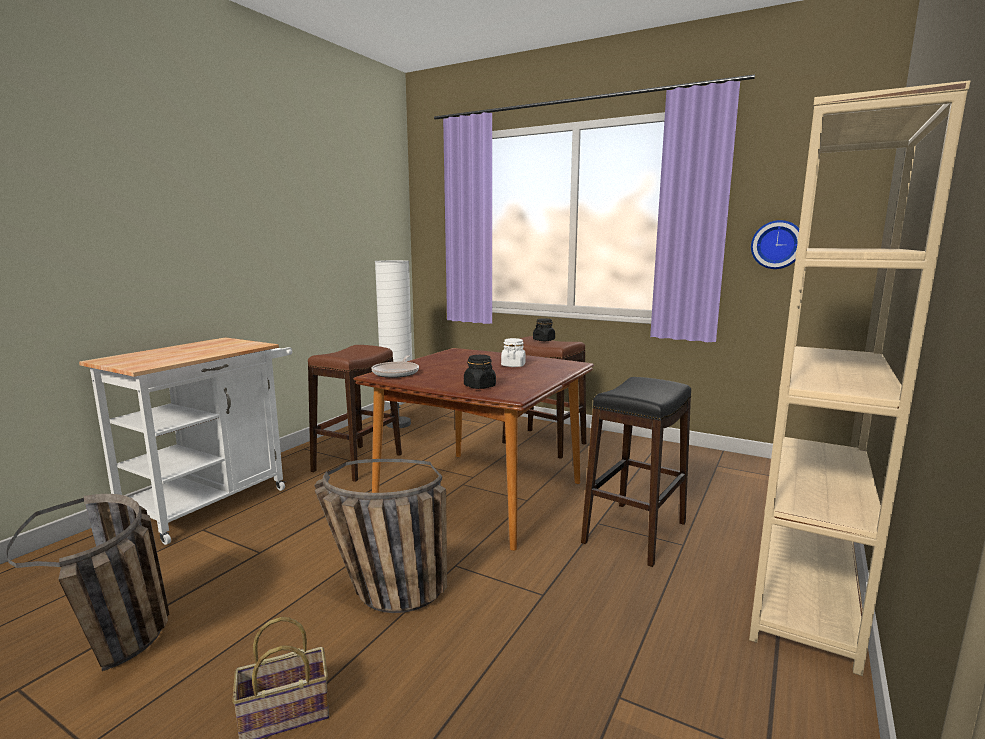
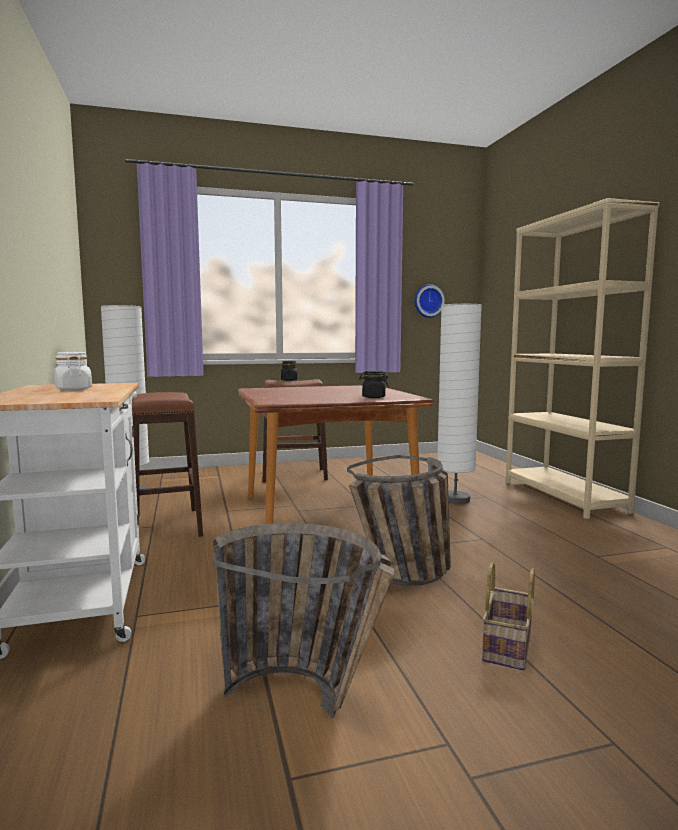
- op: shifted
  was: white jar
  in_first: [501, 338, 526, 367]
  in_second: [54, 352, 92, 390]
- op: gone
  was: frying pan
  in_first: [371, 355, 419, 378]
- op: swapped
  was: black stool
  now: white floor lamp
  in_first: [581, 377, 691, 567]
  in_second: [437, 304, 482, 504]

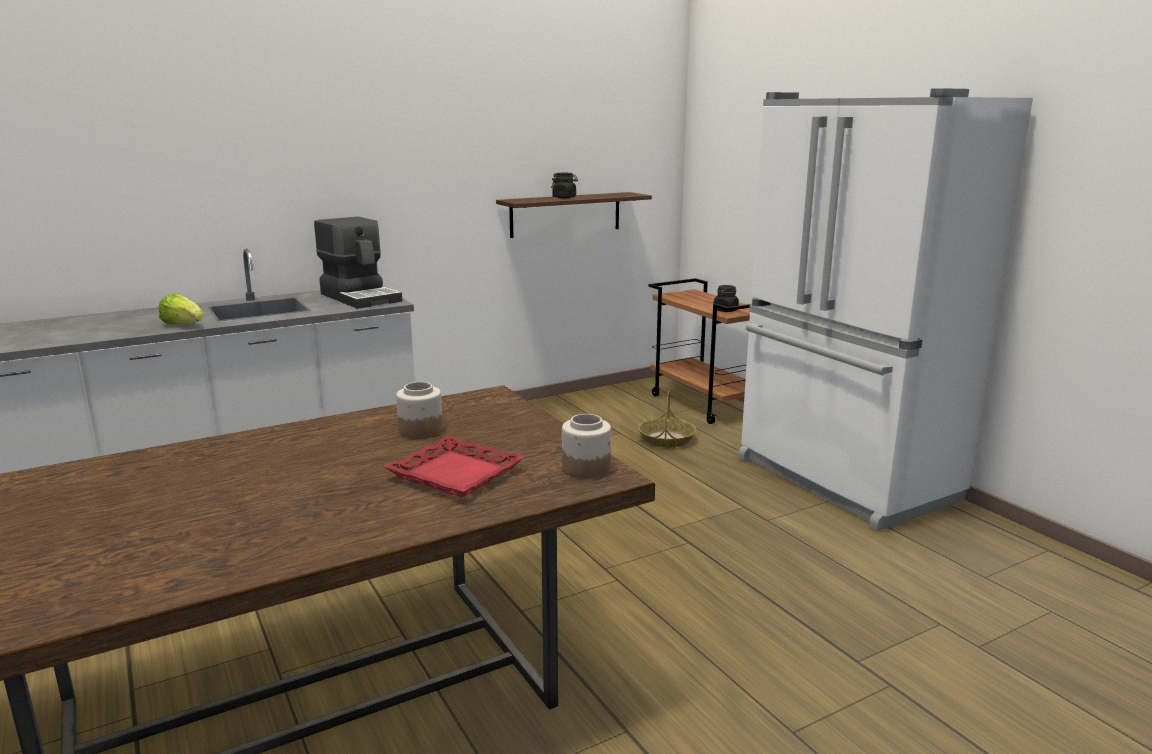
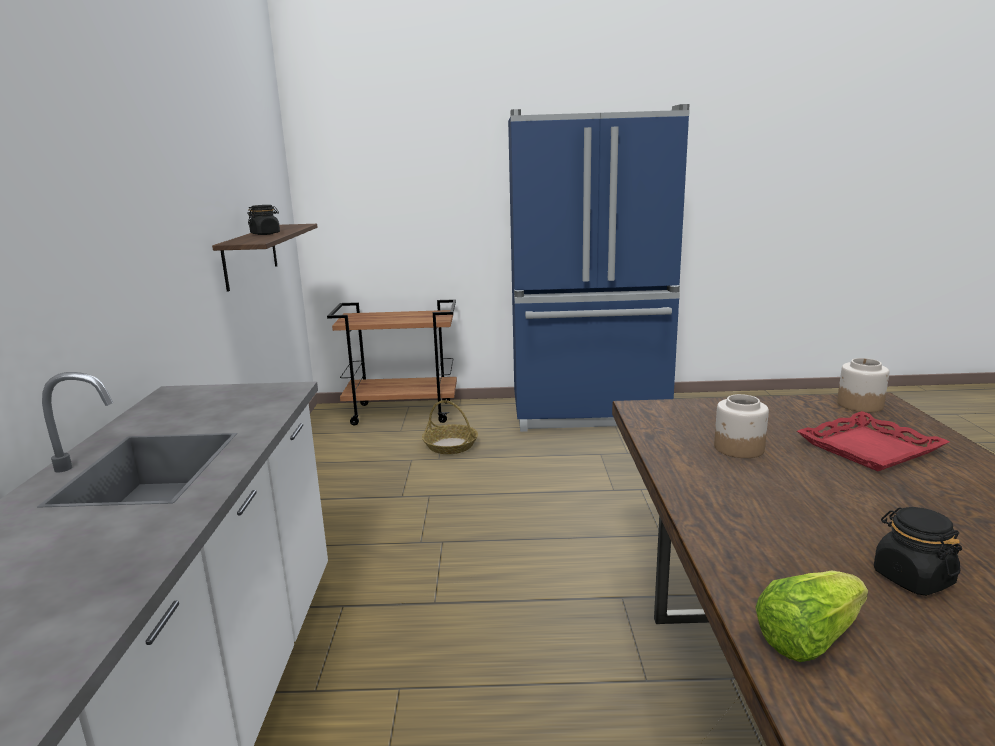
- op: repainted
  was: white fridge
  now: blue fridge
  in_first: [738, 88, 1033, 531]
  in_second: [508, 104, 690, 432]
- op: gone
  was: coffee machine
  in_first: [314, 217, 402, 309]
- op: shifted
  was: black jar
  in_first: [713, 285, 739, 312]
  in_second: [874, 507, 962, 596]
- op: shifted
  was: lettuce
  in_first: [159, 294, 204, 324]
  in_second: [755, 570, 868, 662]

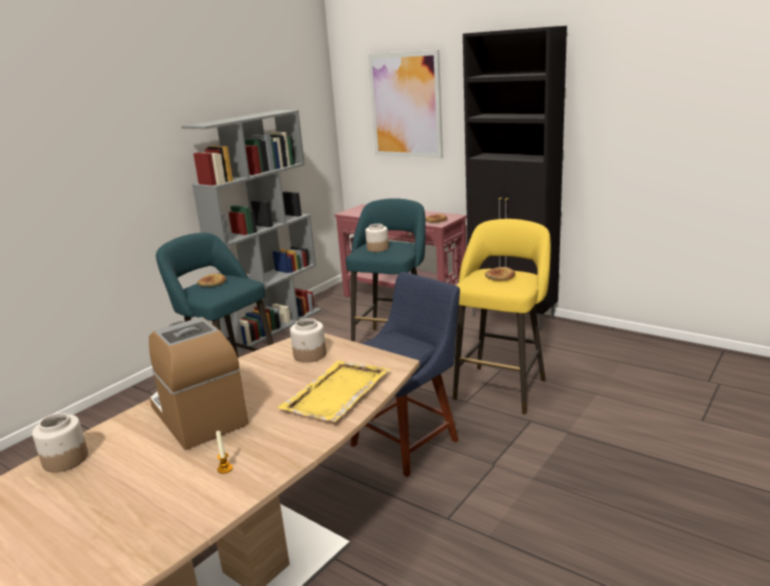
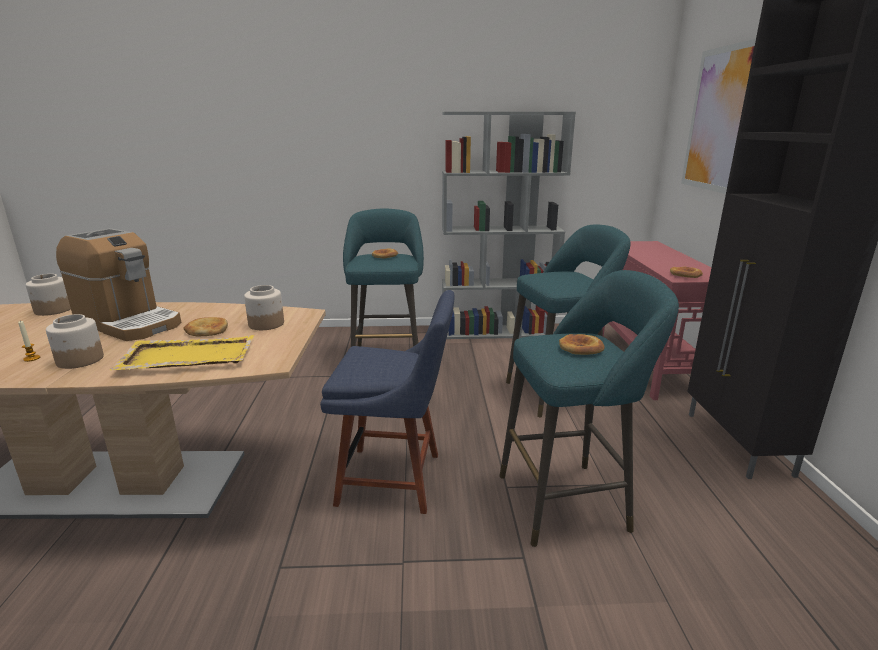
- op: repainted
  was: yellow stool
  now: turquoise stool
  in_first: [453, 219, 551, 414]
  in_second: [499, 270, 679, 547]
- op: shifted
  was: jar
  in_first: [365, 224, 389, 252]
  in_second: [46, 314, 104, 369]
- op: rotated
  was: coffee machine
  in_first: [149, 317, 248, 450]
  in_second: [56, 228, 181, 341]
  clockwise: 105
- op: new
  now: bread
  in_second: [183, 317, 228, 336]

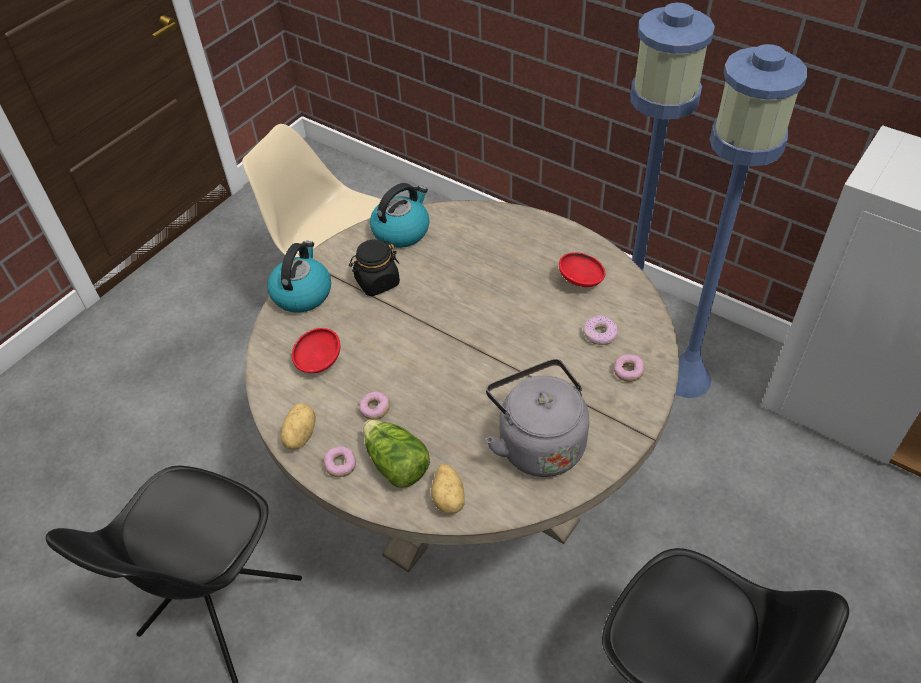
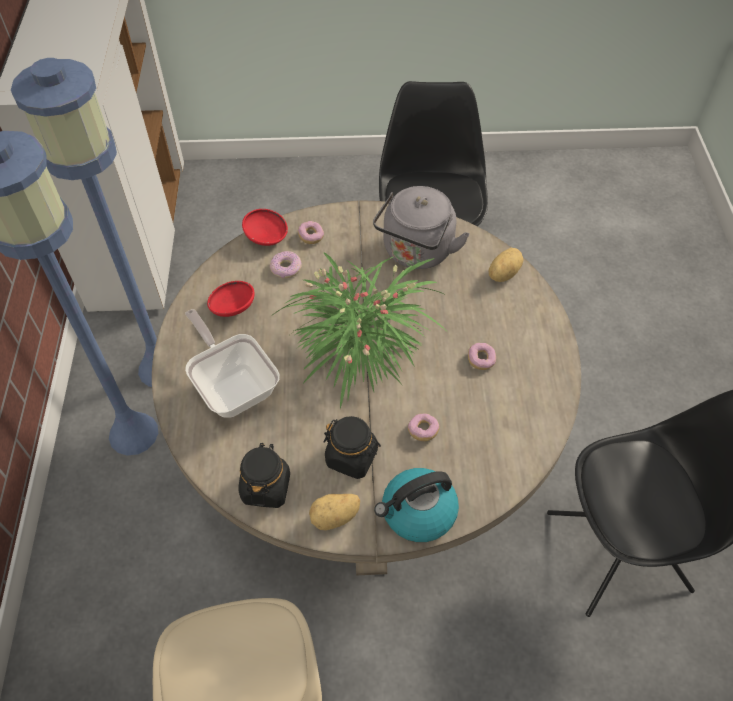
- op: swapped
  was: kettle
  now: black jar
  in_first: [370, 183, 430, 248]
  in_second: [239, 443, 290, 508]
- op: shifted
  was: red bowl
  in_first: [292, 328, 340, 373]
  in_second: [242, 209, 288, 246]
- op: shifted
  was: potato
  in_first: [281, 403, 316, 450]
  in_second: [309, 494, 360, 530]
- op: gone
  was: lettuce
  in_first: [363, 420, 430, 488]
- op: shifted
  was: donut
  in_first: [324, 446, 356, 477]
  in_second: [408, 413, 439, 441]
- op: new
  now: potted plant
  in_second: [271, 252, 447, 409]
- op: new
  now: frying pan
  in_second: [185, 309, 280, 418]

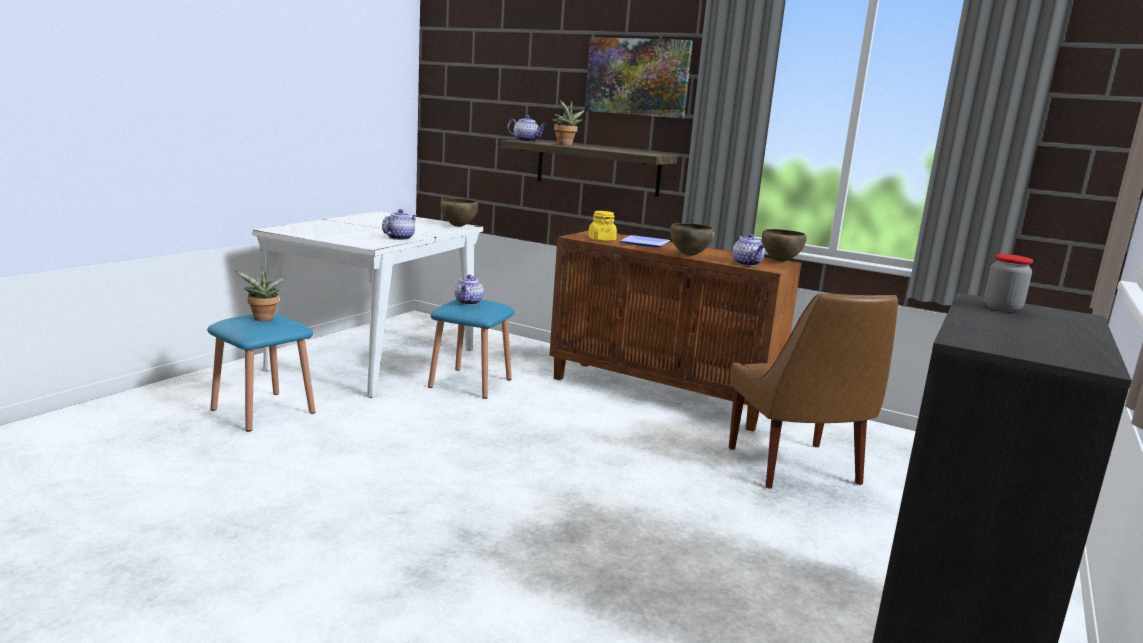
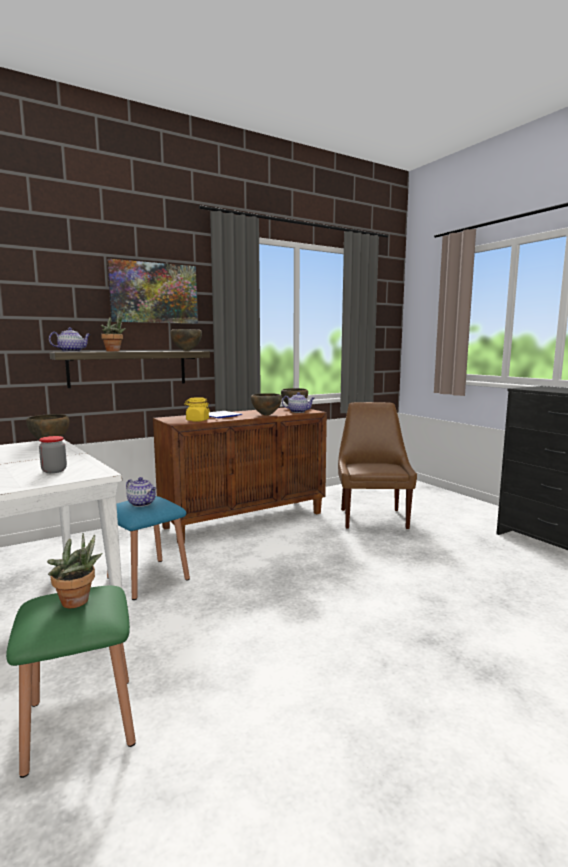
- op: gone
  was: teapot
  in_first: [382, 209, 418, 240]
- op: shifted
  was: jar
  in_first: [984, 254, 1033, 312]
  in_second: [39, 436, 67, 473]
- op: rotated
  was: brown chair
  in_first: [729, 293, 898, 489]
  in_second: [338, 402, 417, 529]
  clockwise: -105
- op: repainted
  was: blue stool
  now: green stool
  in_first: [207, 313, 315, 432]
  in_second: [6, 586, 136, 778]
- op: new
  now: brown bowl
  in_second: [170, 329, 202, 351]

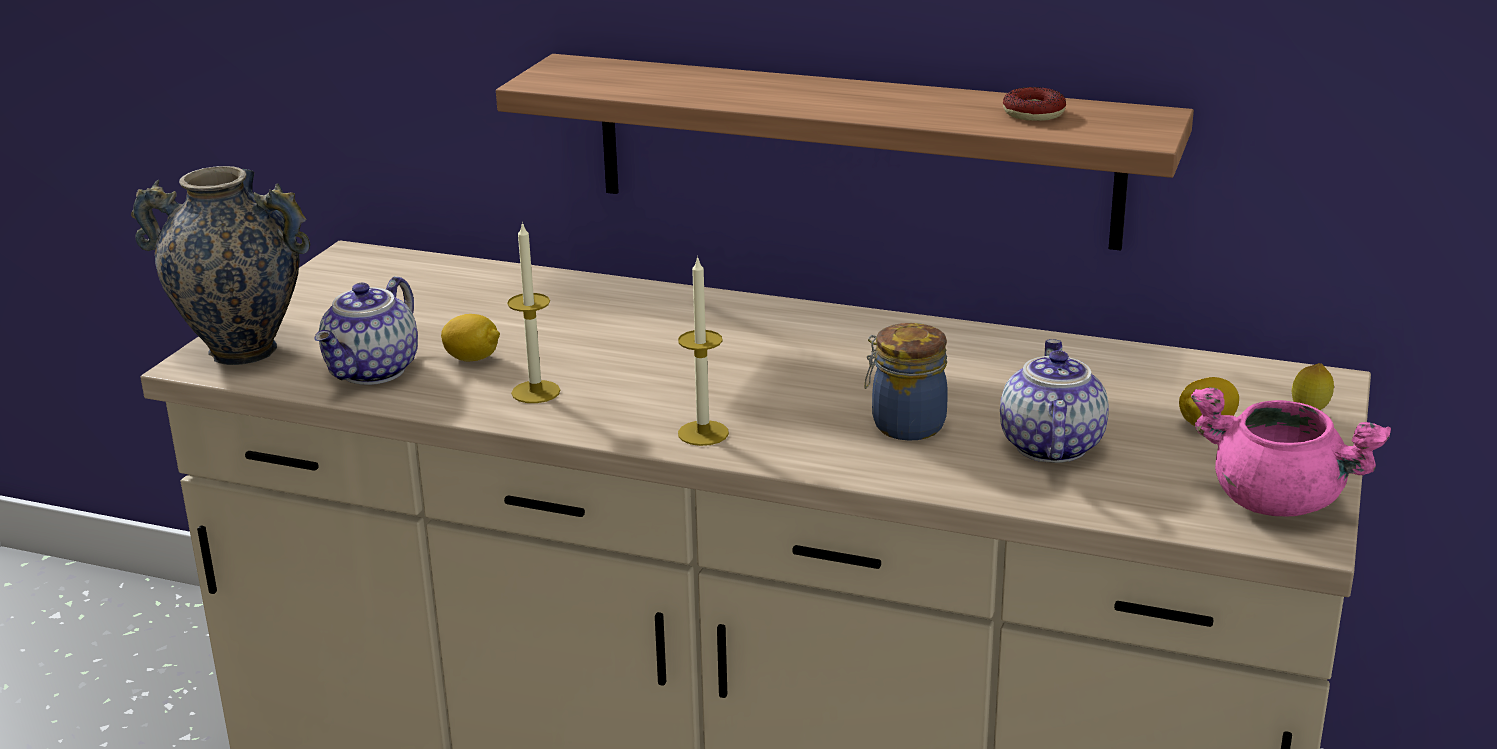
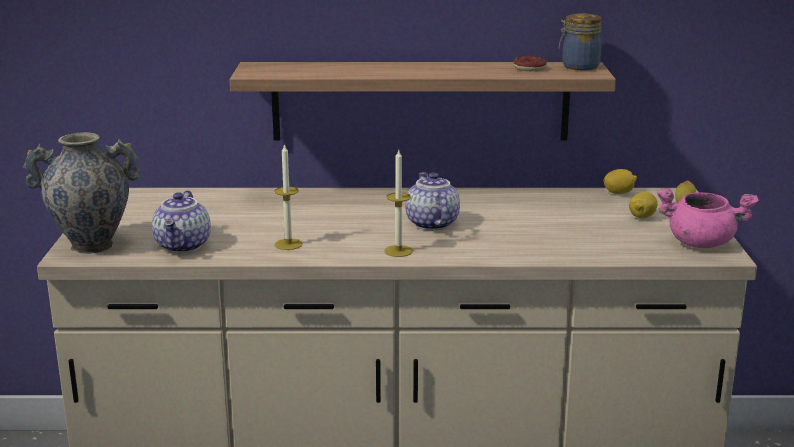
- op: shifted
  was: lemon
  in_first: [441, 314, 500, 361]
  in_second: [603, 169, 637, 194]
- op: shifted
  was: jar
  in_first: [864, 323, 948, 441]
  in_second: [559, 13, 602, 70]
- op: shifted
  was: teapot
  in_first: [1000, 339, 1109, 463]
  in_second: [405, 172, 460, 230]

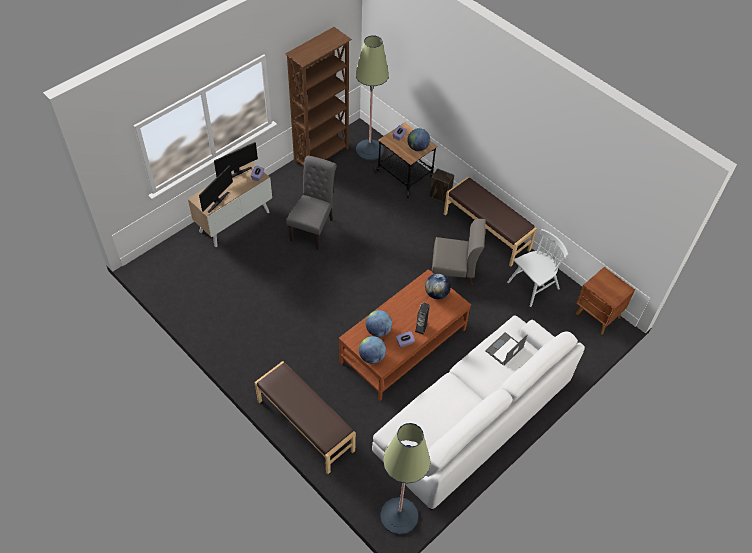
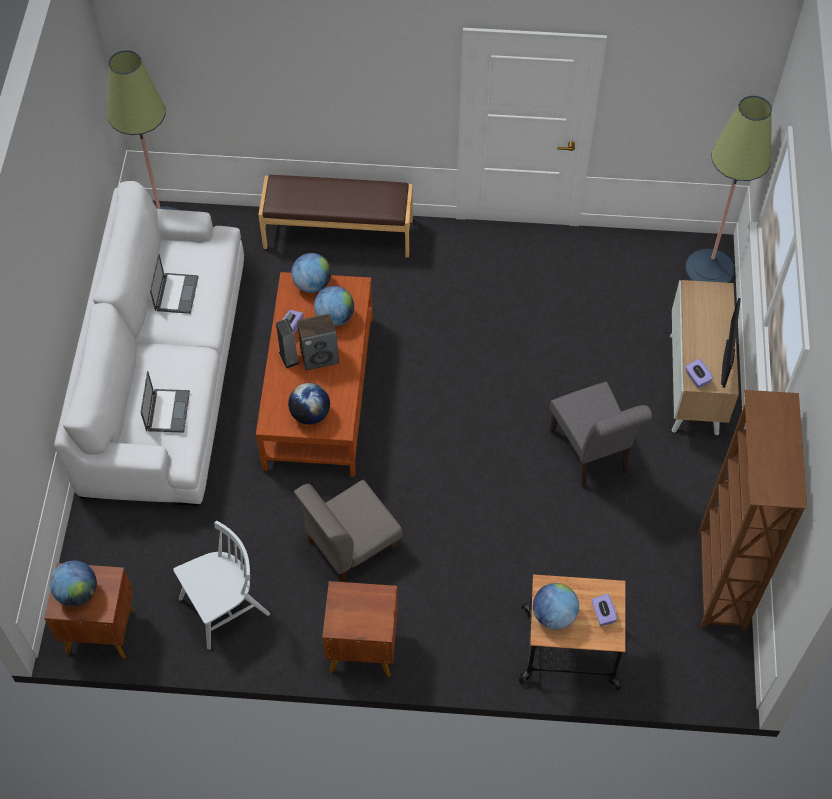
- op: shifted
  was: floor lamp
  in_first: [356, 36, 389, 160]
  in_second: [685, 96, 772, 283]
- op: gone
  was: monitor
  in_first: [199, 165, 233, 213]
- op: shifted
  was: speaker
  in_first: [429, 168, 454, 203]
  in_second: [297, 314, 339, 371]
- op: swapped
  was: brown bench
  now: brown nightstand
  in_first: [444, 177, 537, 267]
  in_second: [322, 581, 398, 677]
- op: rotated
  was: white chair
  in_first: [507, 229, 568, 307]
  in_second: [173, 521, 270, 650]
  clockwise: -135
- op: new
  now: laptop
  in_second: [150, 254, 199, 314]
- op: new
  now: globe
  in_second: [50, 561, 97, 607]

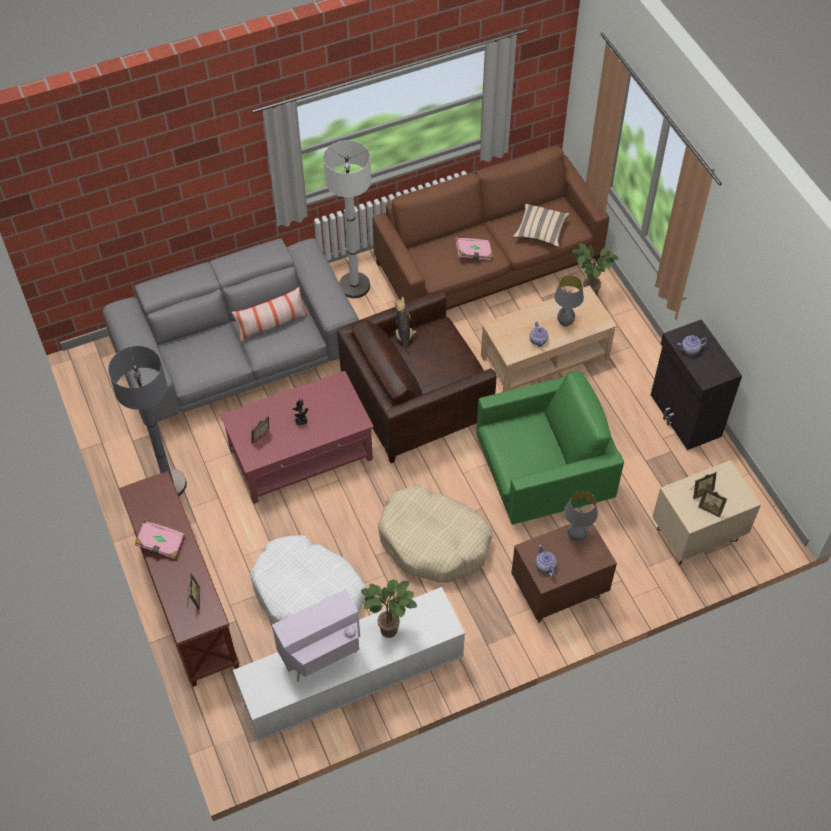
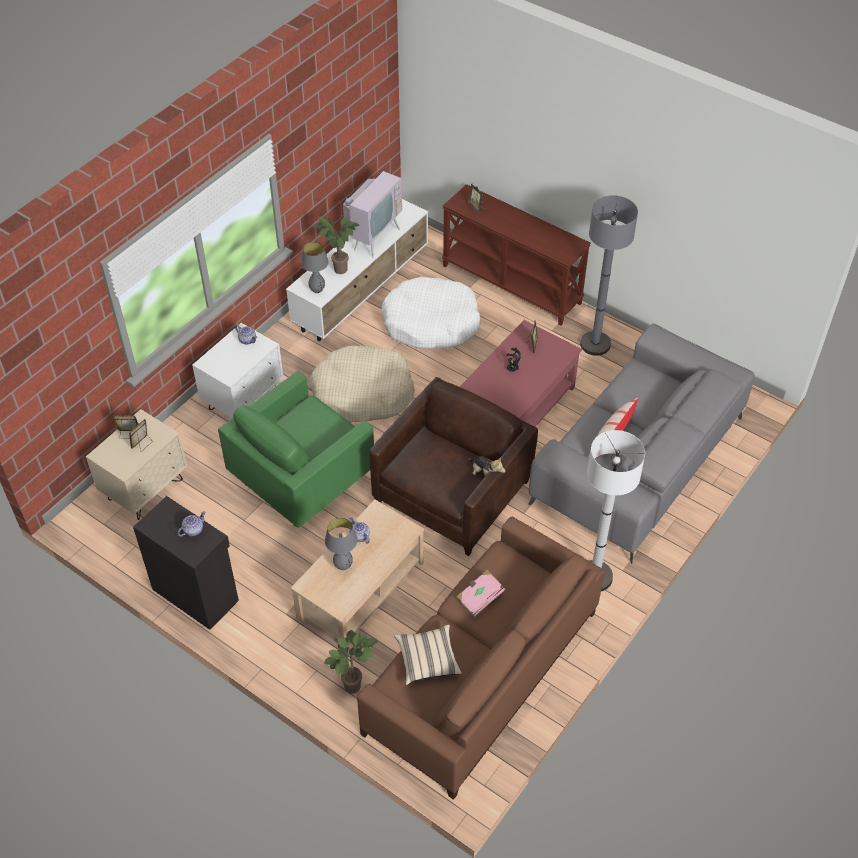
- op: shifted
  was: grey table lamp
  in_first: [564, 491, 598, 541]
  in_second: [301, 242, 328, 293]
- op: gone
  was: pink book
  in_first: [135, 519, 184, 559]
- op: repainted
  was: brown nightstand
  now: white nightstand
  in_first: [511, 524, 617, 623]
  in_second: [192, 323, 284, 418]

